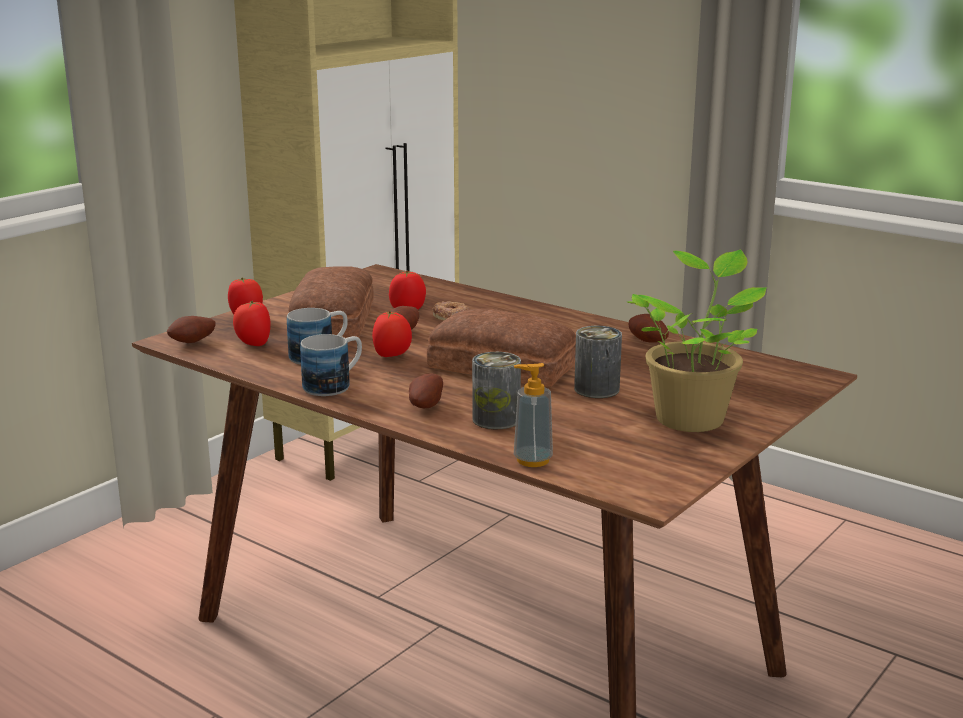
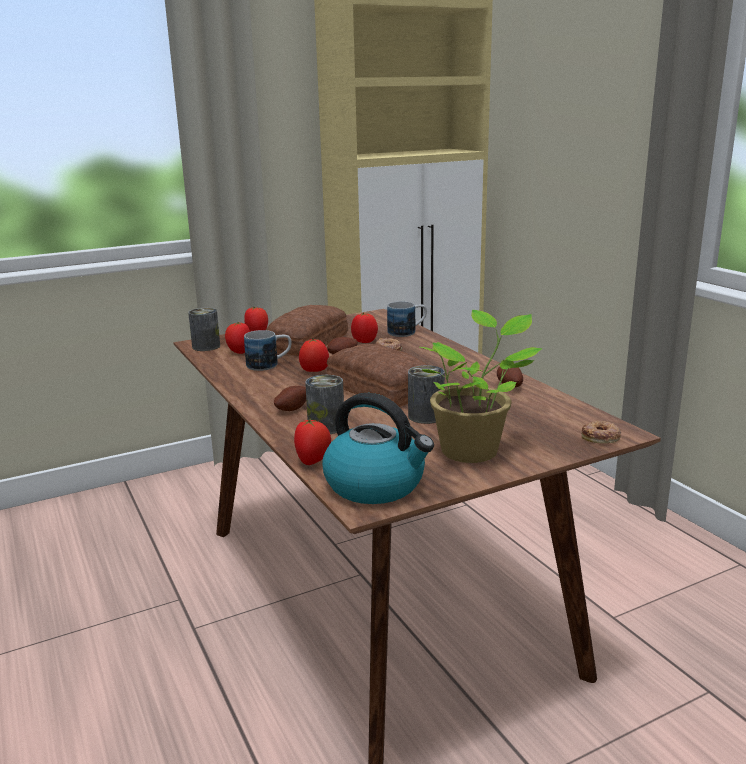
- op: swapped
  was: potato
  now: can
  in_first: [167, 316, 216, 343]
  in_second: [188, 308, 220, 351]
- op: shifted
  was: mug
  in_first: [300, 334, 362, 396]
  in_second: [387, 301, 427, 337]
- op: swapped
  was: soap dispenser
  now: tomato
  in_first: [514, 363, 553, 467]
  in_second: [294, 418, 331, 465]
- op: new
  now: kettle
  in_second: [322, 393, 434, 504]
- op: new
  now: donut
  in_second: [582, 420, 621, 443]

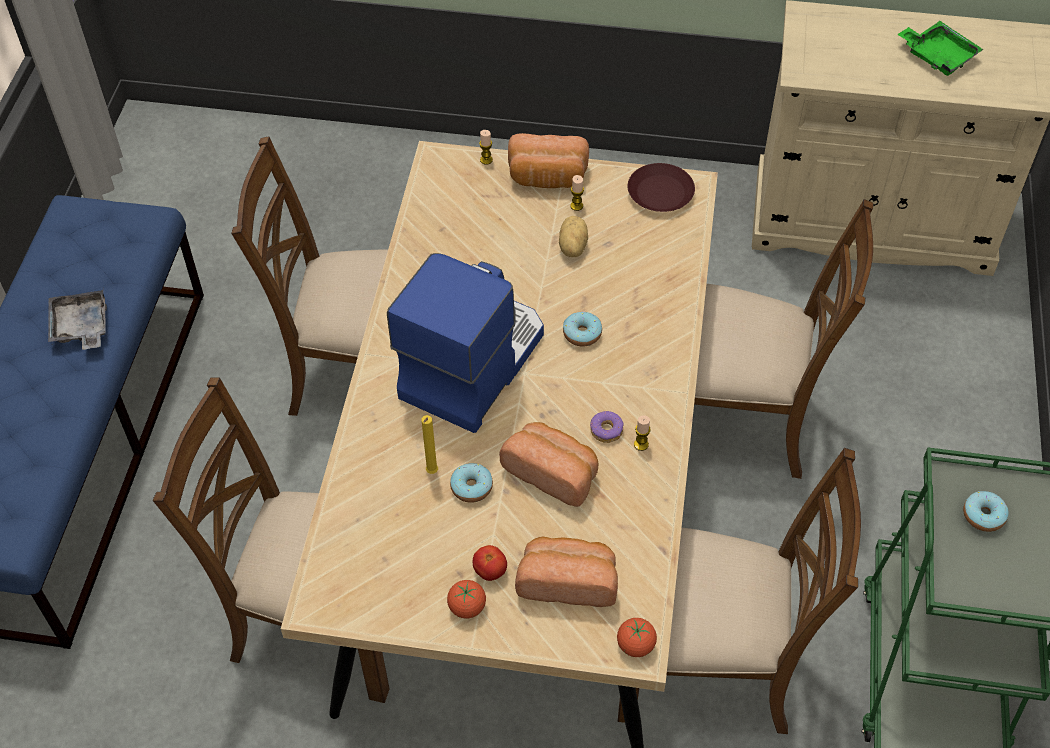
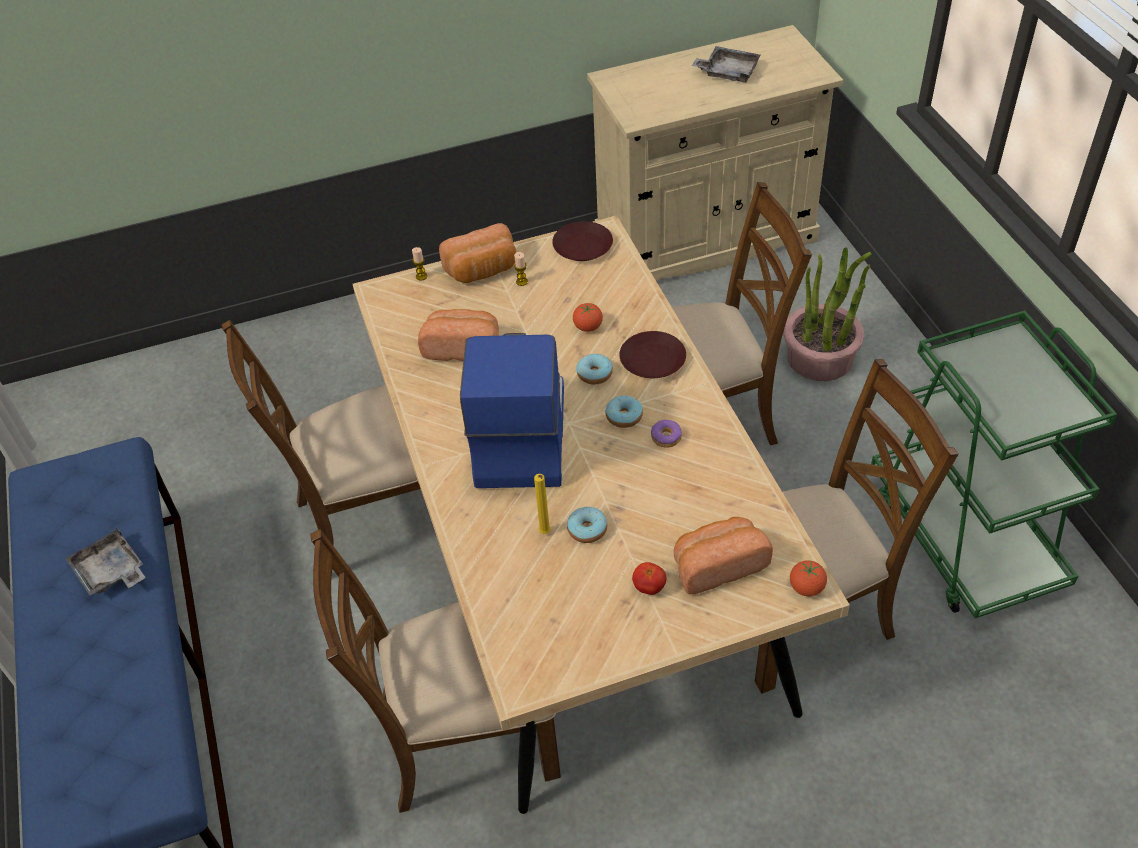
- op: repainted
  was: green tray
  now: grey tray
  in_first: [898, 21, 983, 76]
  in_second: [692, 46, 761, 83]
- op: gone
  was: potato
  in_first: [559, 216, 588, 257]
- op: gone
  was: candle
  in_first: [634, 415, 651, 451]
- op: shifted
  was: bread
  in_first: [499, 422, 598, 507]
  in_second: [418, 309, 499, 361]
- op: shifted
  was: donut
  in_first: [963, 491, 1009, 532]
  in_second: [605, 395, 643, 428]
- op: shifted
  was: tomato
  in_first: [447, 580, 486, 619]
  in_second: [573, 303, 603, 332]
- op: new
  now: potted plant
  in_second: [783, 247, 872, 381]
- op: new
  now: brown plate
  in_second: [619, 331, 686, 378]

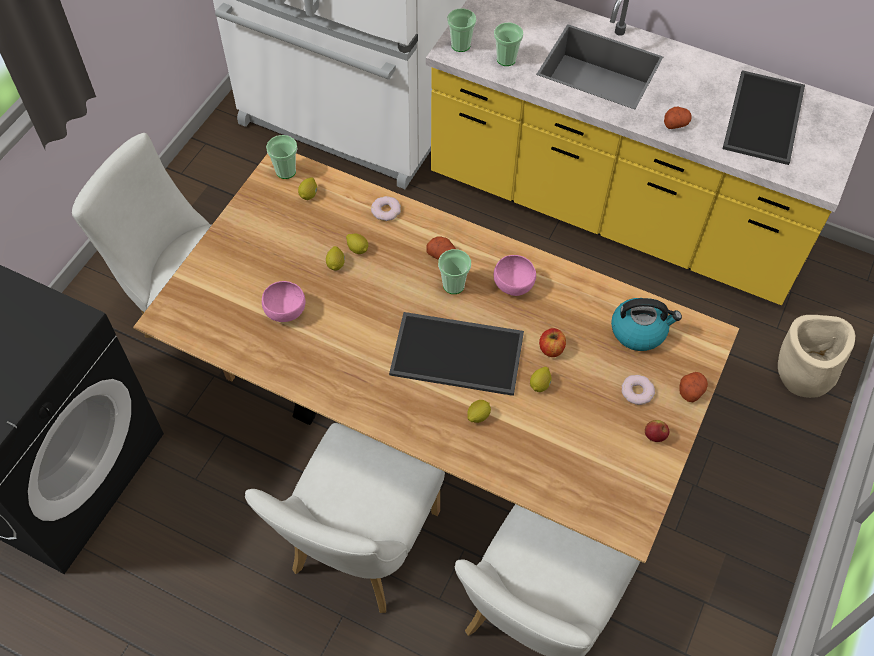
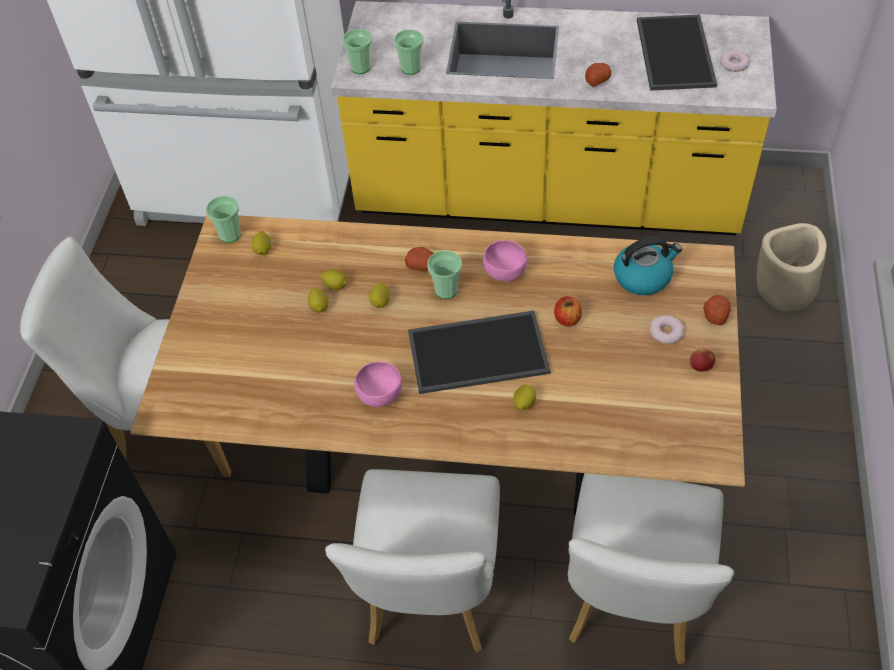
- op: shifted
  was: donut
  in_first: [371, 196, 401, 221]
  in_second: [720, 51, 750, 72]
- op: shifted
  was: pink bowl
  in_first: [262, 281, 305, 322]
  in_second: [354, 362, 402, 407]
- op: shifted
  was: lemon
  in_first: [530, 367, 552, 392]
  in_second: [370, 283, 390, 308]

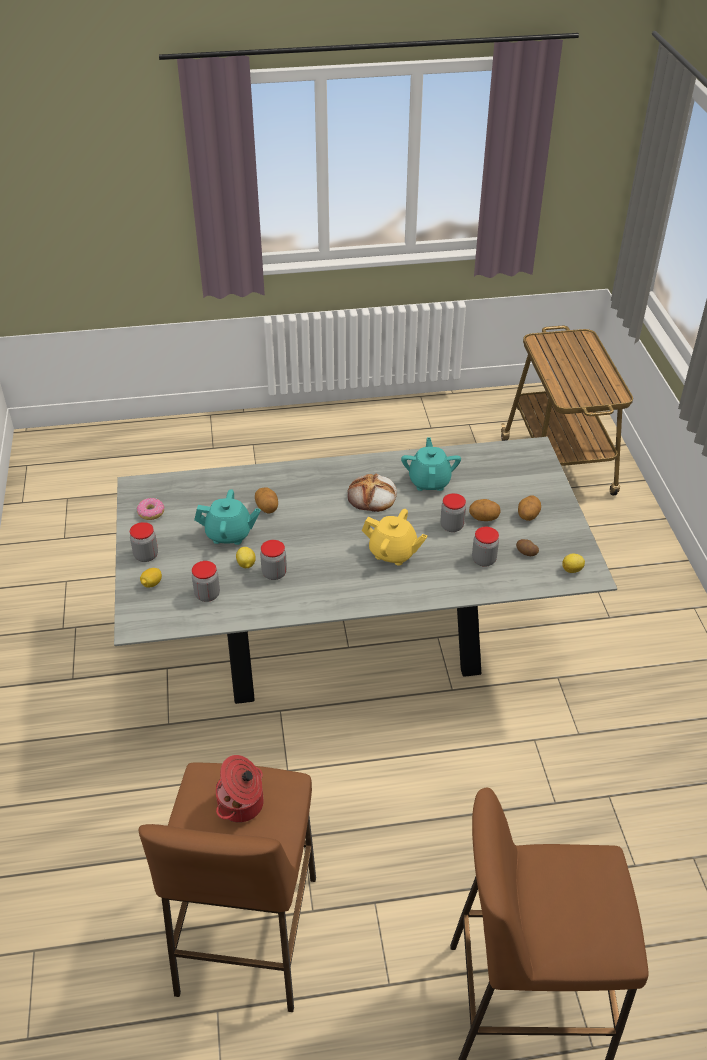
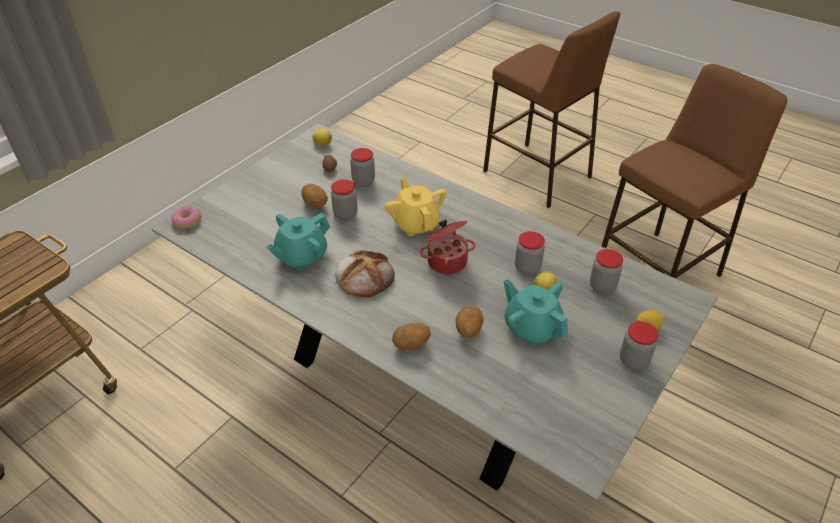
- op: shifted
  was: potato
  in_first: [518, 495, 541, 521]
  in_second: [392, 323, 431, 351]
- op: shifted
  was: donut
  in_first: [137, 498, 165, 520]
  in_second: [171, 206, 201, 229]
- op: shifted
  was: cooking pot
  in_first: [216, 755, 264, 822]
  in_second: [420, 219, 475, 275]

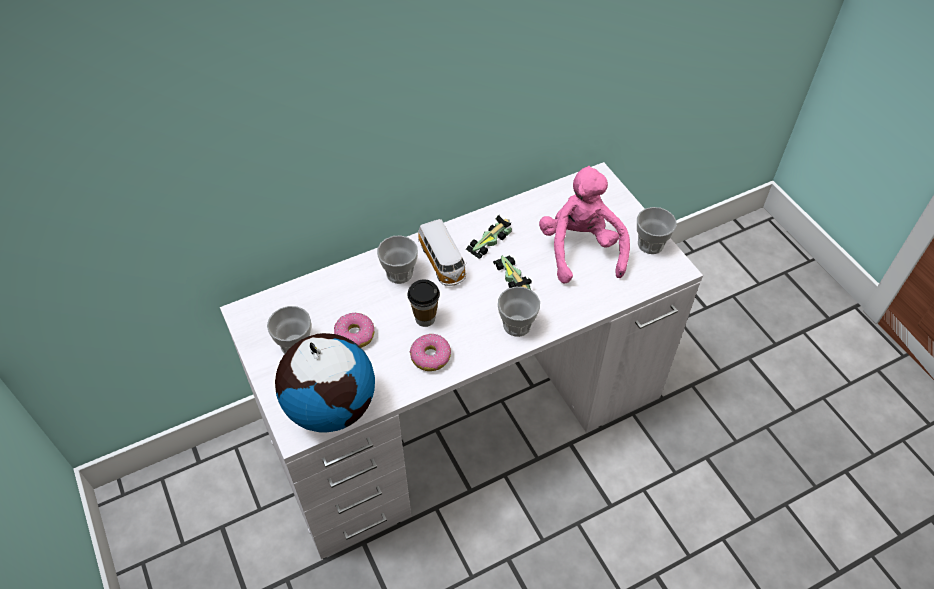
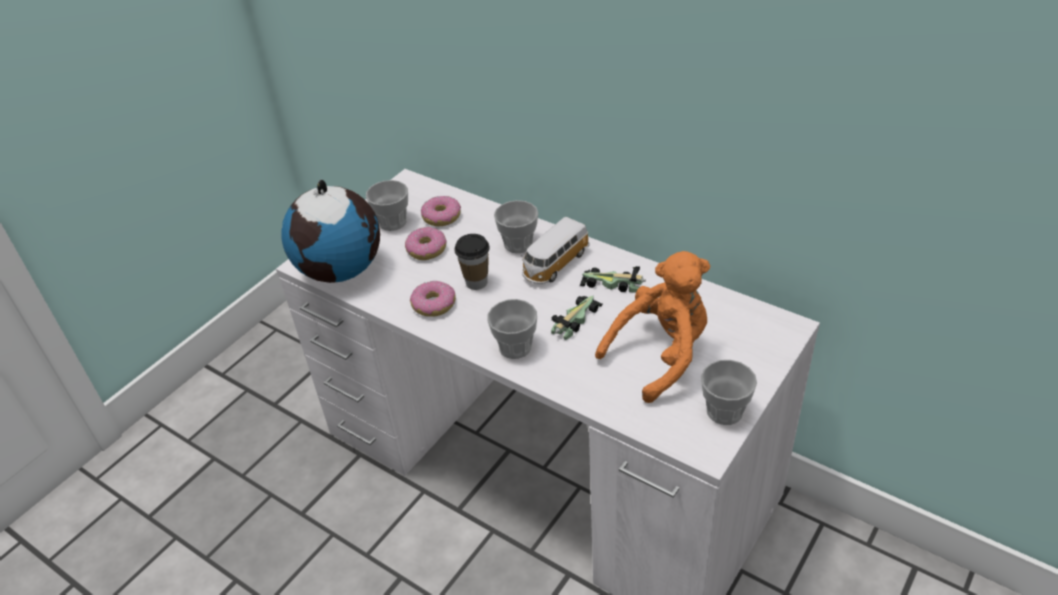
- op: repainted
  was: pink plush toy
  now: orange plush toy
  in_first: [539, 166, 630, 284]
  in_second: [595, 251, 710, 403]
- op: new
  now: donut
  in_second: [421, 196, 461, 226]

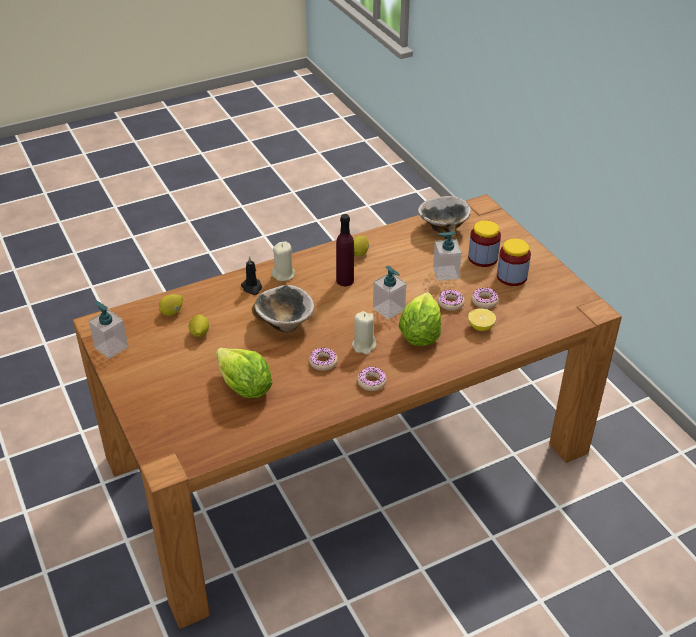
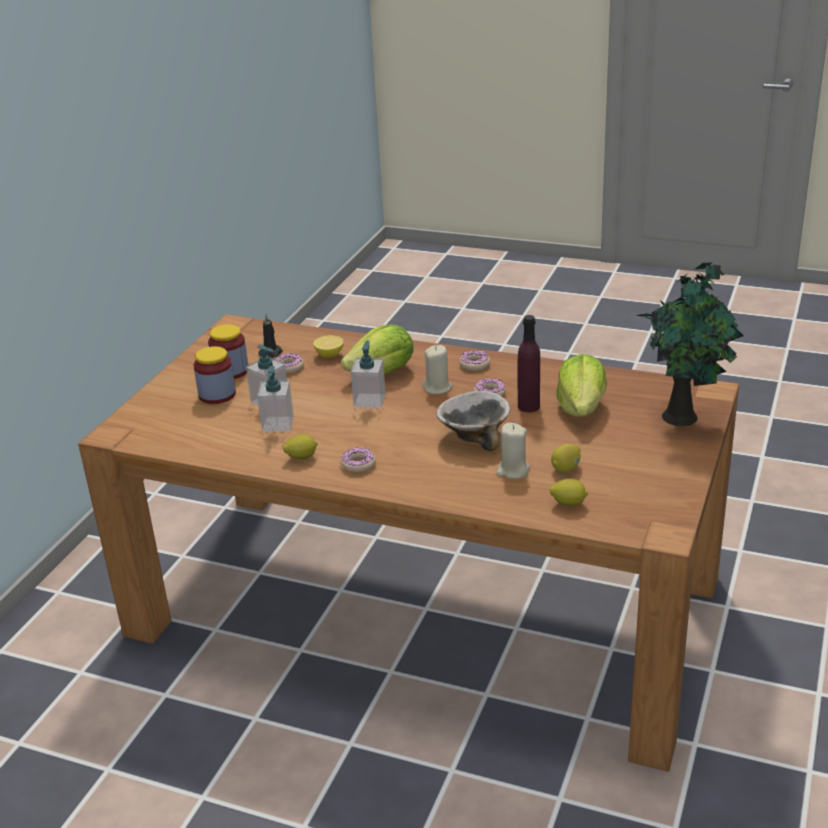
- op: gone
  was: bowl
  in_first: [418, 196, 471, 239]
- op: shifted
  was: purple bottle
  in_first: [336, 214, 354, 286]
  in_second: [518, 315, 540, 412]
- op: shifted
  was: beige candle
  in_first: [272, 241, 296, 281]
  in_second: [497, 423, 530, 479]
- op: shifted
  was: black candle
  in_first: [241, 256, 262, 295]
  in_second: [258, 314, 283, 358]
- op: shifted
  was: donut
  in_first: [438, 290, 465, 311]
  in_second: [341, 447, 376, 473]
- op: shifted
  was: soap dispenser
  in_first: [89, 301, 129, 359]
  in_second: [257, 366, 294, 432]
- op: new
  now: potted plant
  in_second: [636, 262, 744, 426]

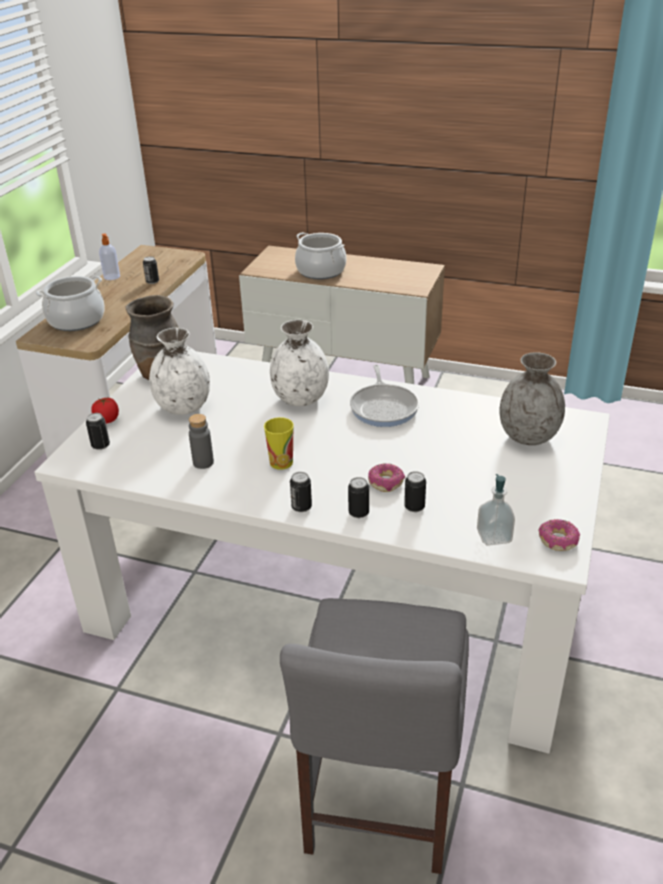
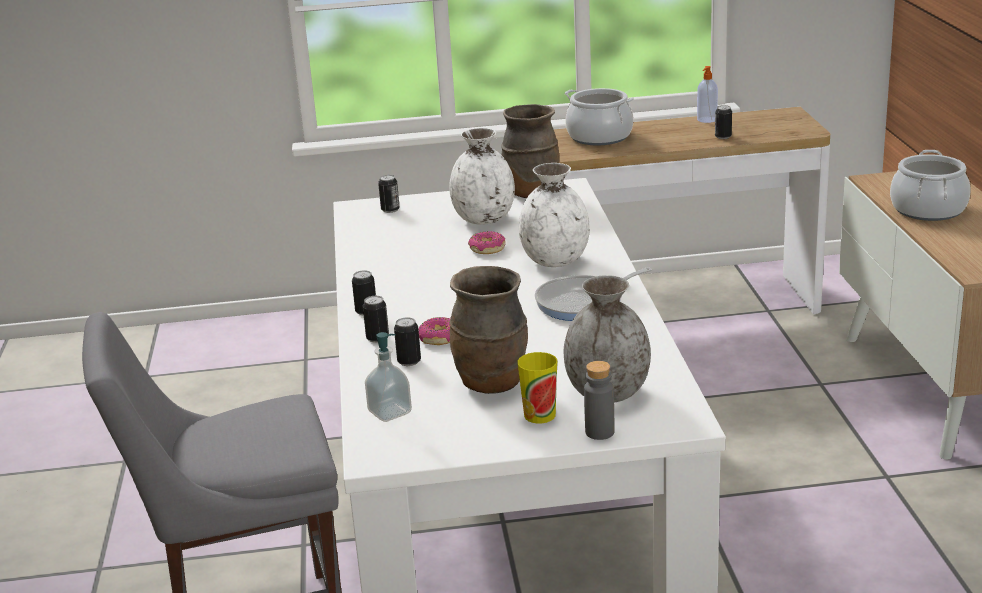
- op: gone
  was: tomato
  in_first: [91, 398, 119, 424]
- op: shifted
  was: grey bottle
  in_first: [189, 414, 214, 469]
  in_second: [584, 361, 615, 440]
- op: shifted
  was: cup
  in_first: [264, 417, 294, 470]
  in_second: [517, 352, 557, 424]
- op: shifted
  was: donut
  in_first: [538, 519, 580, 551]
  in_second: [468, 231, 506, 254]
- op: new
  now: brown vase
  in_second: [449, 266, 528, 394]

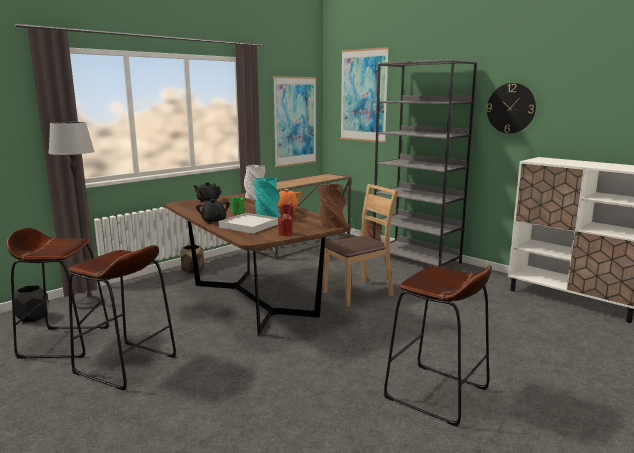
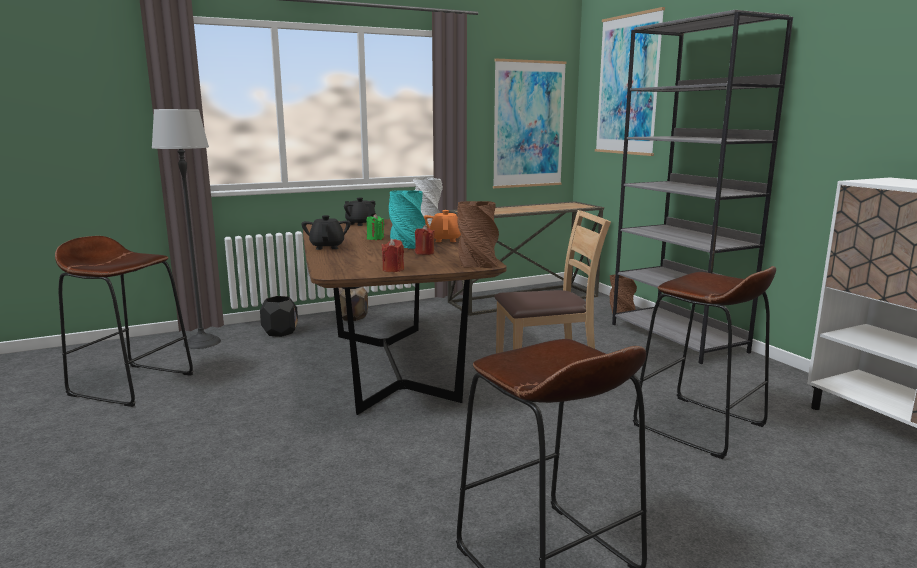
- op: gone
  was: wall clock
  in_first: [487, 83, 536, 133]
- op: gone
  was: white tray
  in_first: [219, 213, 278, 234]
- op: shifted
  was: brown stool
  in_first: [68, 245, 176, 391]
  in_second: [633, 266, 776, 459]
- op: shifted
  was: black planter
  in_first: [14, 285, 49, 322]
  in_second: [260, 296, 298, 337]

